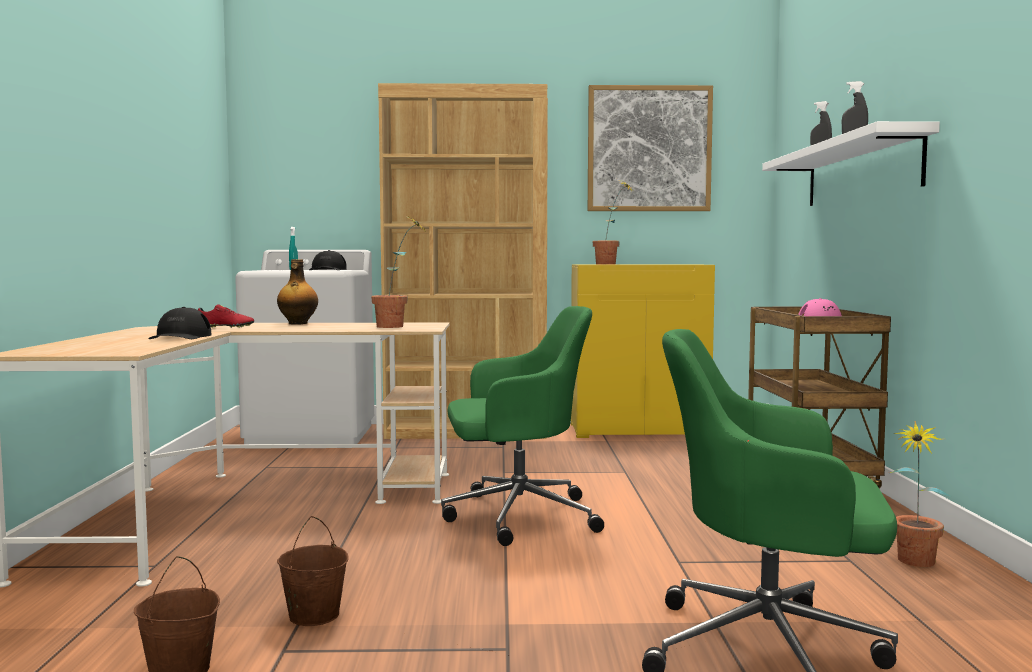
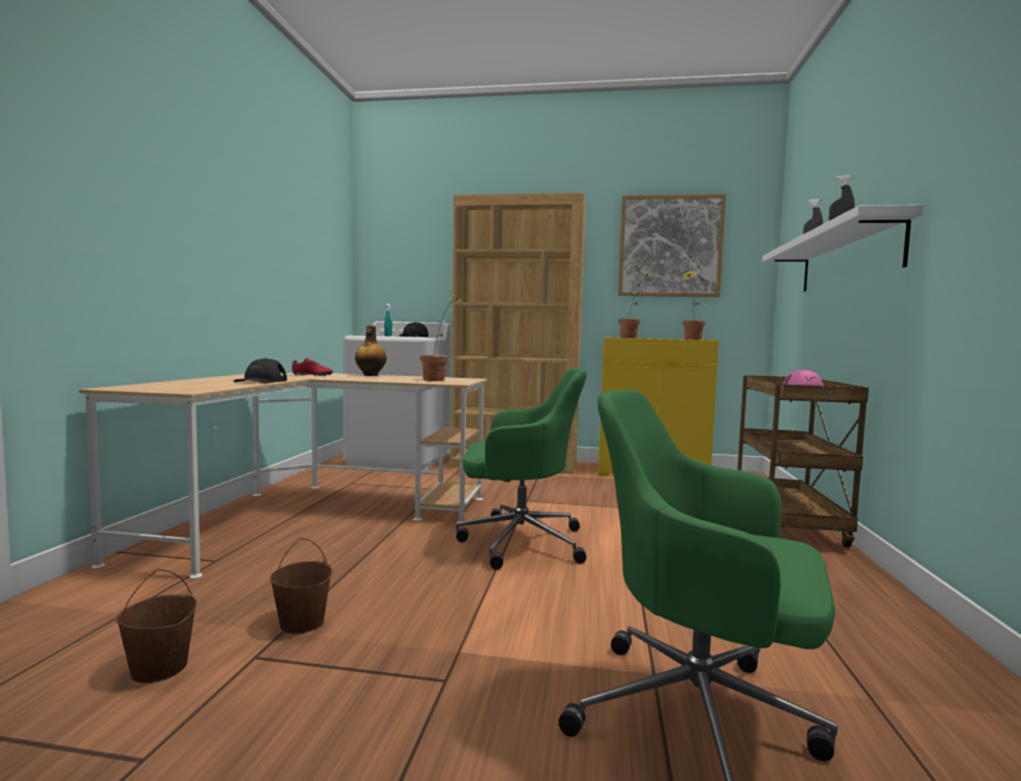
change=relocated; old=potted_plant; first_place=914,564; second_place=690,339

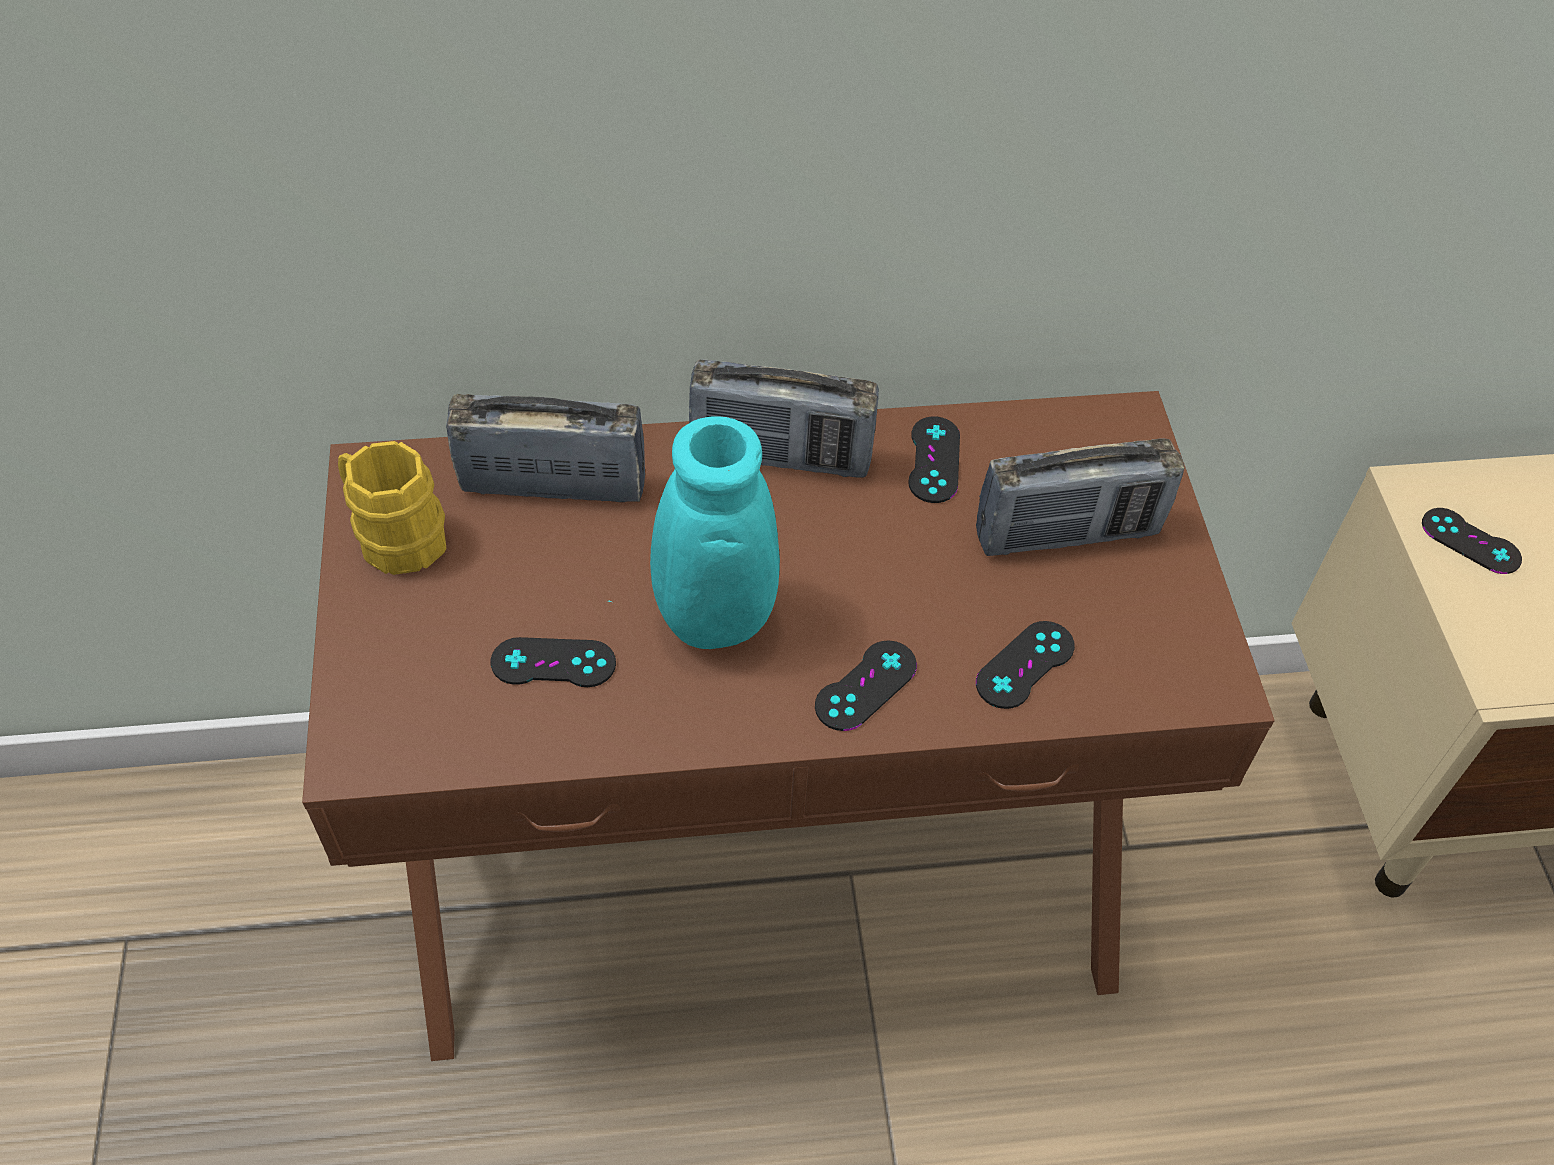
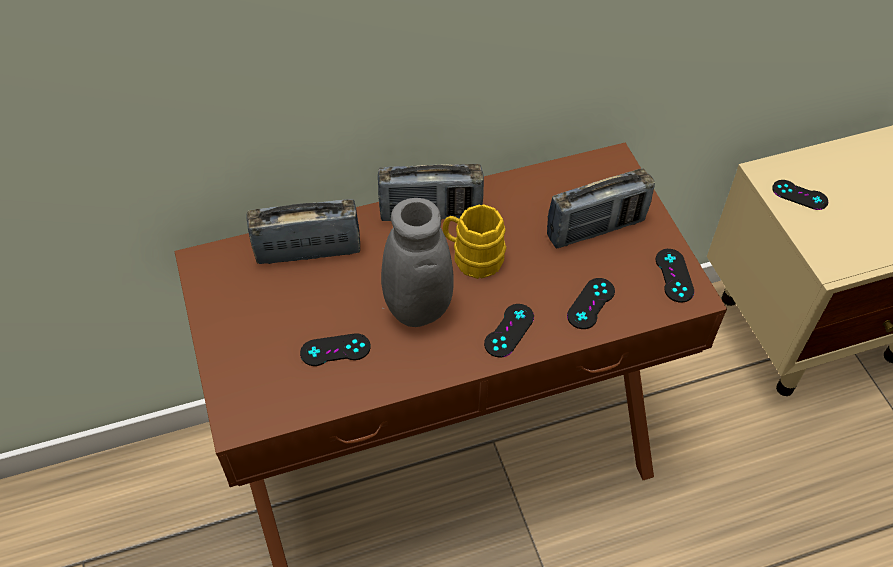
change=colour; old=turquoise_vase; new=grey_vase; first_place=708,624; second_place=415,313
change=relocated; old=black_game_controller; first_place=934,460; second_place=674,275
change=relocated; old=yellow_mug; first_place=394,536; second_place=472,258

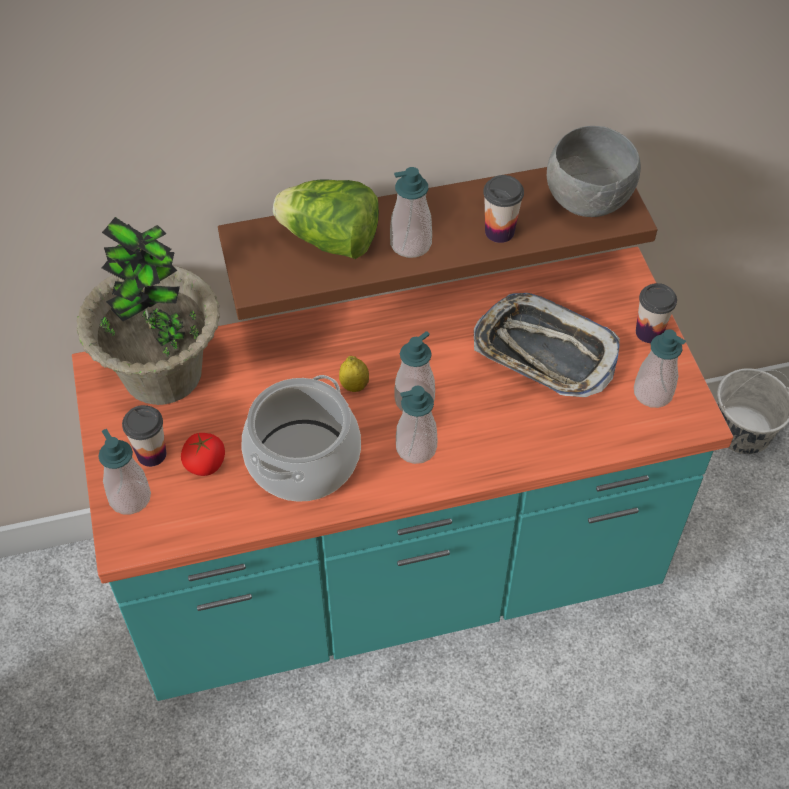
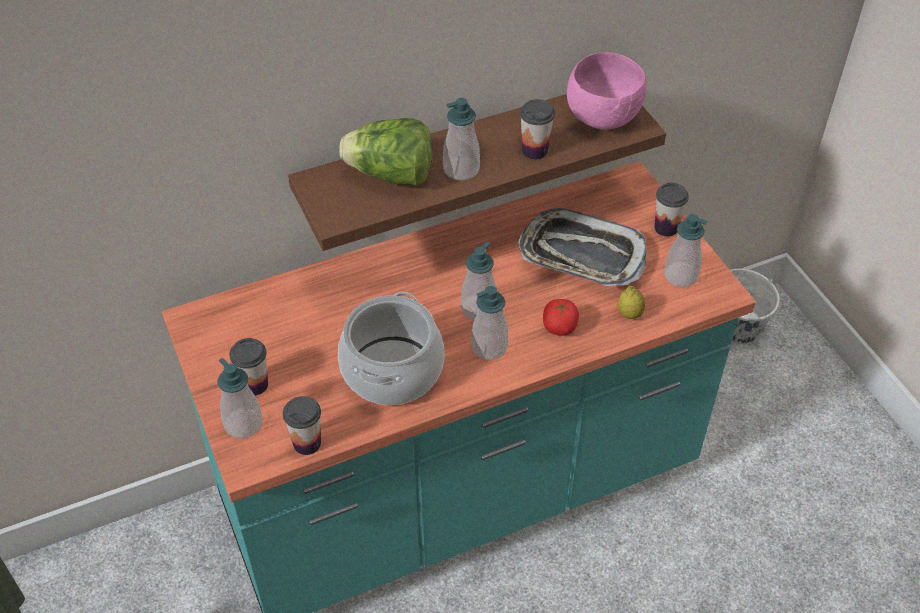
change=colour; old=grey_bowl; new=pink_bowl; first_place=589,201; second_place=604,118
change=missing; old=potted_plant; first_place=162,374
change=relocated; old=lemon; first_place=354,385; second_place=629,314
change=relocated; old=tomato; first_place=205,464; second_place=559,327
change=appeared; new=cup; second_place=307,443

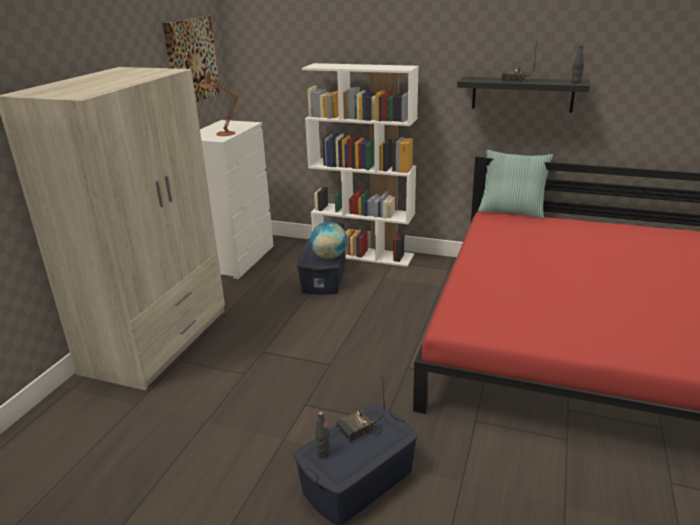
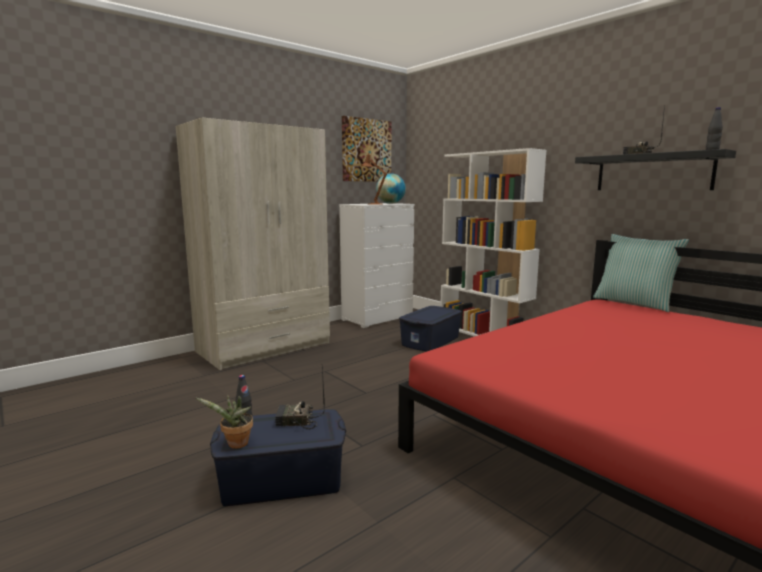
change=relocated; old=globe; first_place=329,257; second_place=390,203
change=appeared; new=potted_plant; second_place=235,445

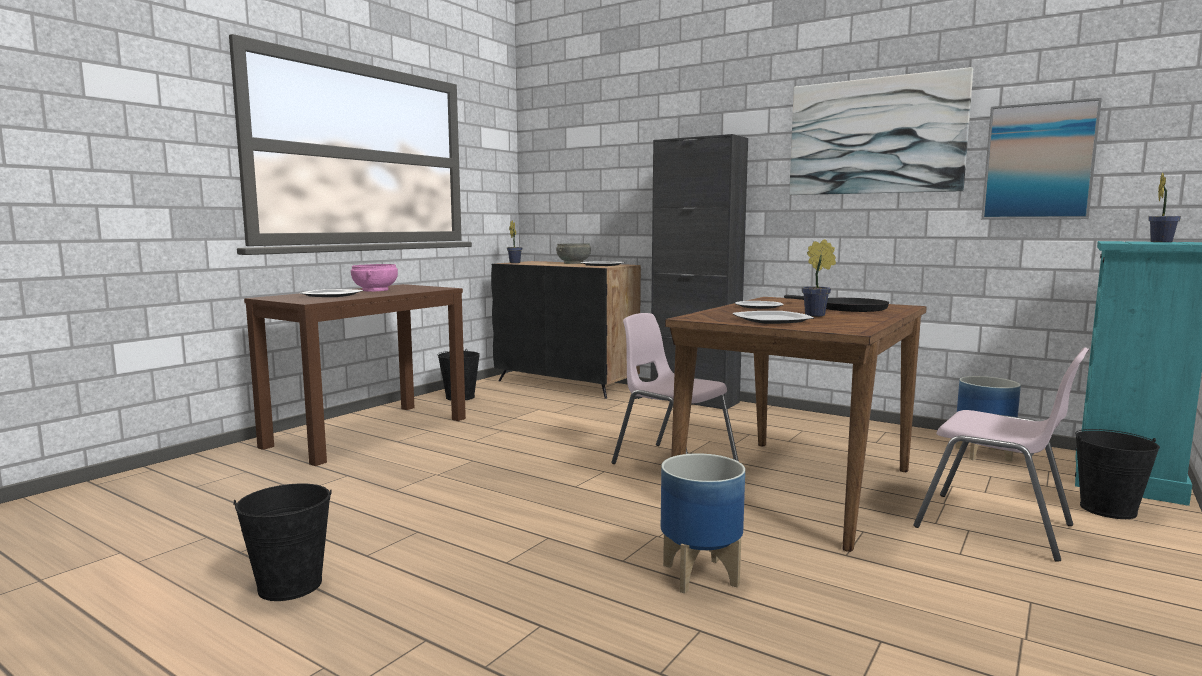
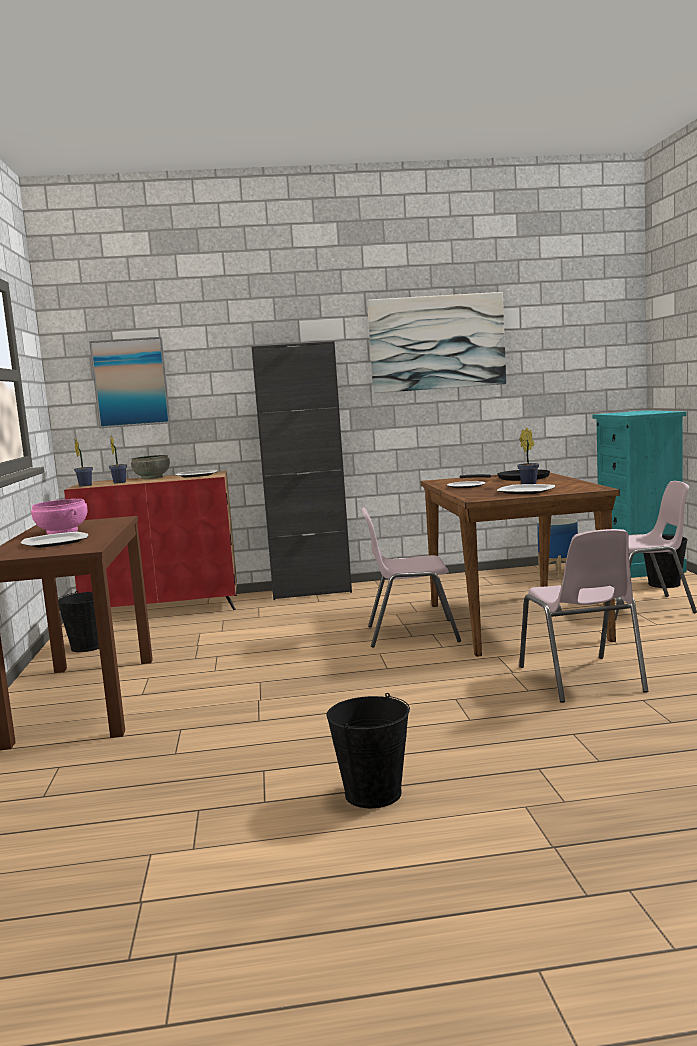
change=relocated; old=picture; first_place=1038,162; second_place=131,382
change=relocated; old=potted_plant; first_place=1161,242; second_place=120,482
change=colour; old=black_cabinet; new=red_cabinet; first_place=566,384; second_place=164,609
change=exchanged; old=planter; new=pink_chair; first_place=699,575; second_place=581,680

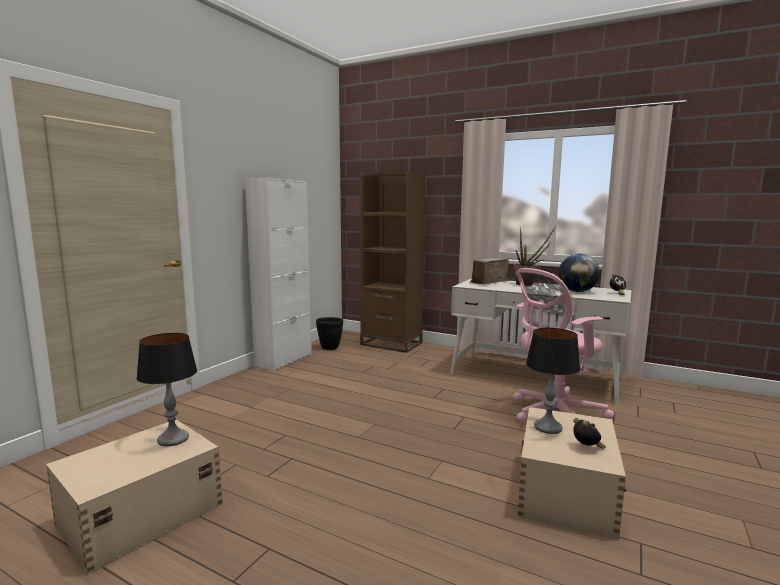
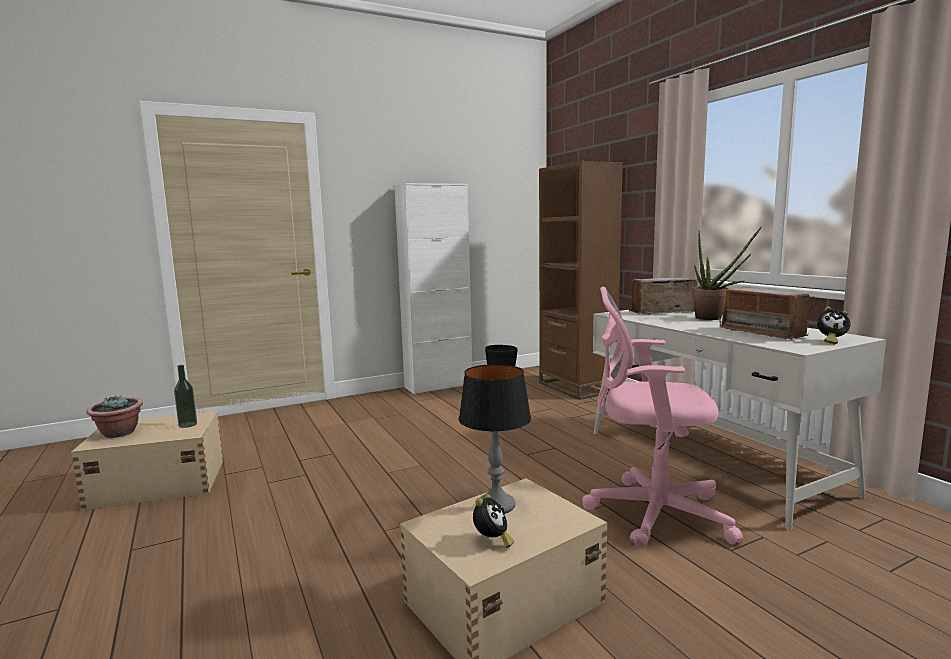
change=exchanged; old=globe; new=radio; first_place=577,291; second_place=763,333
change=exchanged; old=table_lamp; new=bottle; first_place=173,439; second_place=188,424
change=appeared; new=potted_plant; second_place=119,433

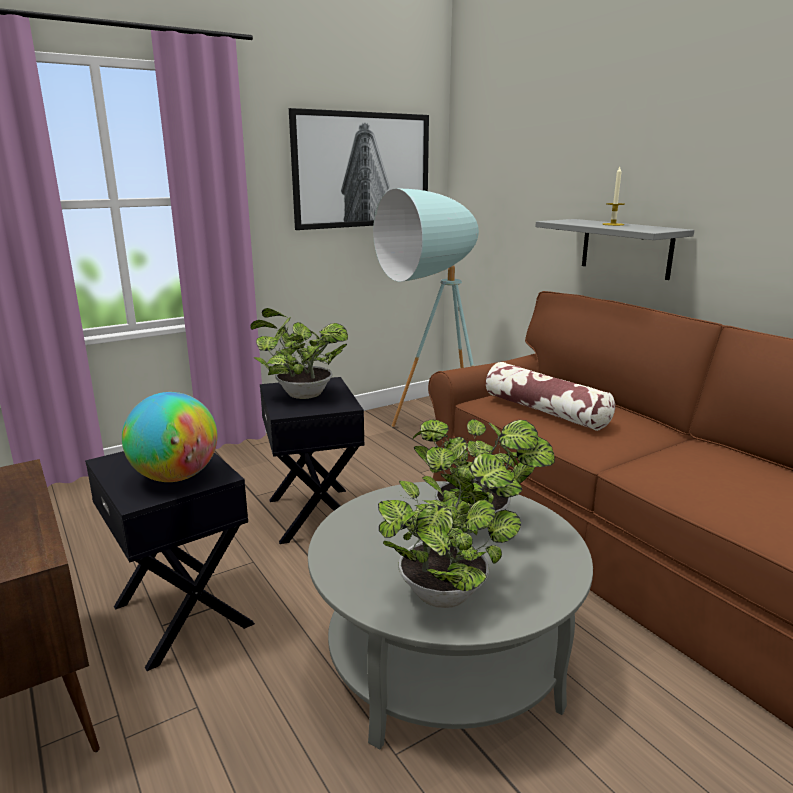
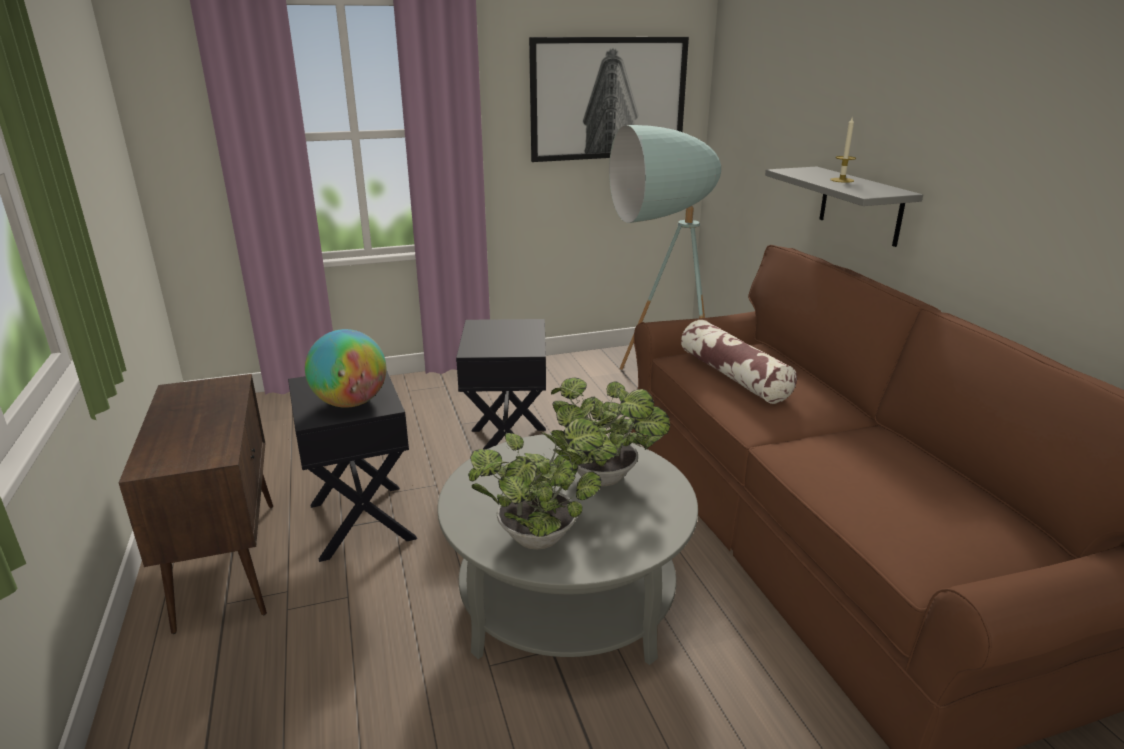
change=missing; old=potted_plant; first_place=301,394

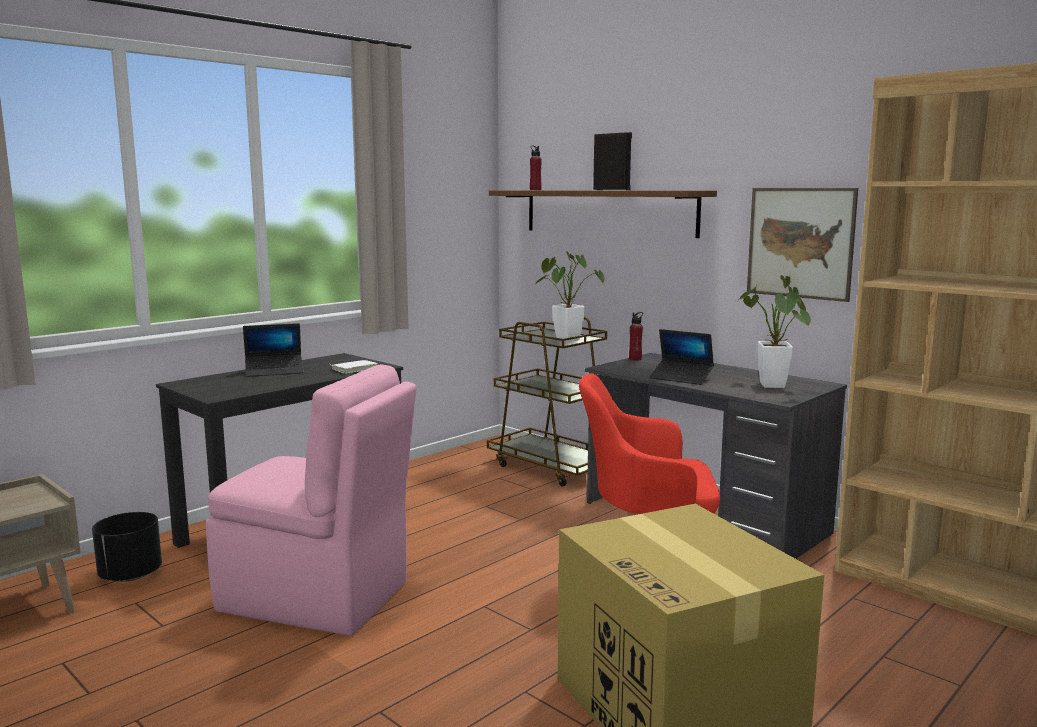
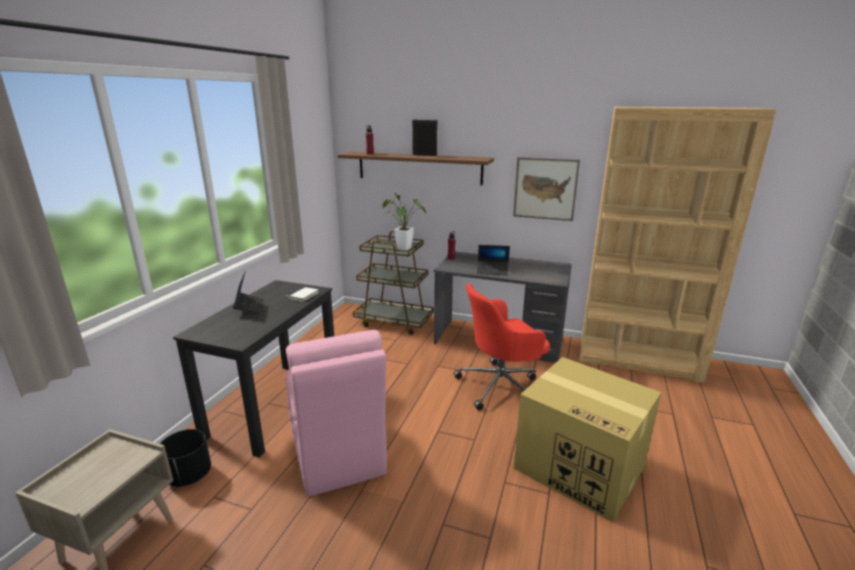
change=missing; old=potted_plant; first_place=773,387
change=spun; old=laptop; first_place=274,371; second_place=249,307; degrees=-60
change=spun; old=pink_chair; first_place=318,598; second_place=337,454; degrees=75

